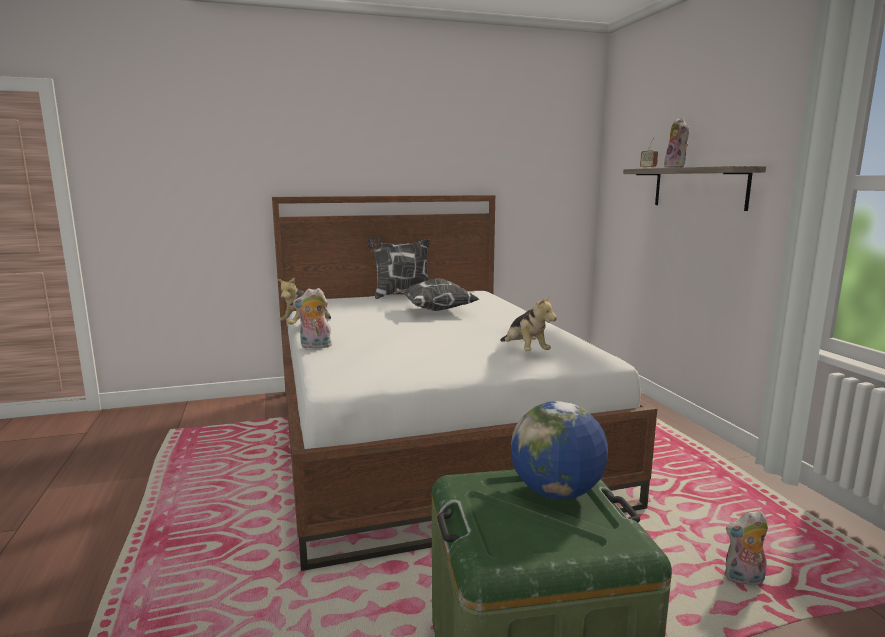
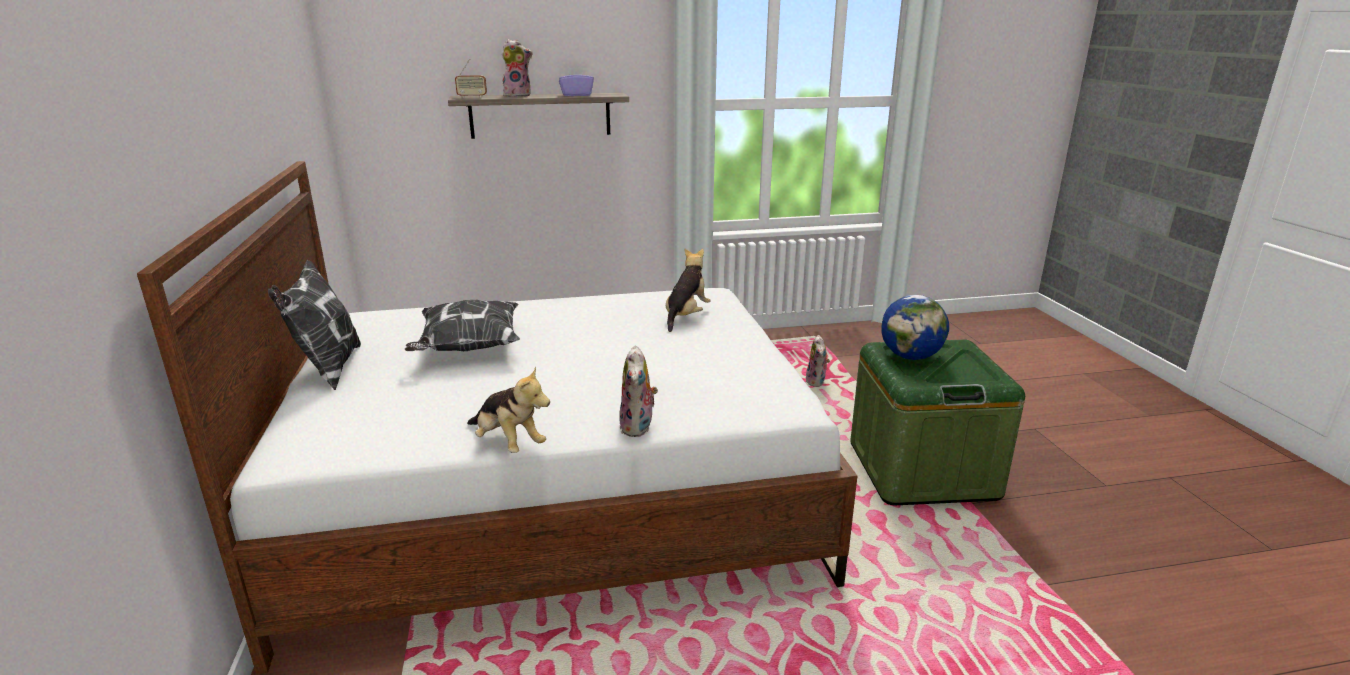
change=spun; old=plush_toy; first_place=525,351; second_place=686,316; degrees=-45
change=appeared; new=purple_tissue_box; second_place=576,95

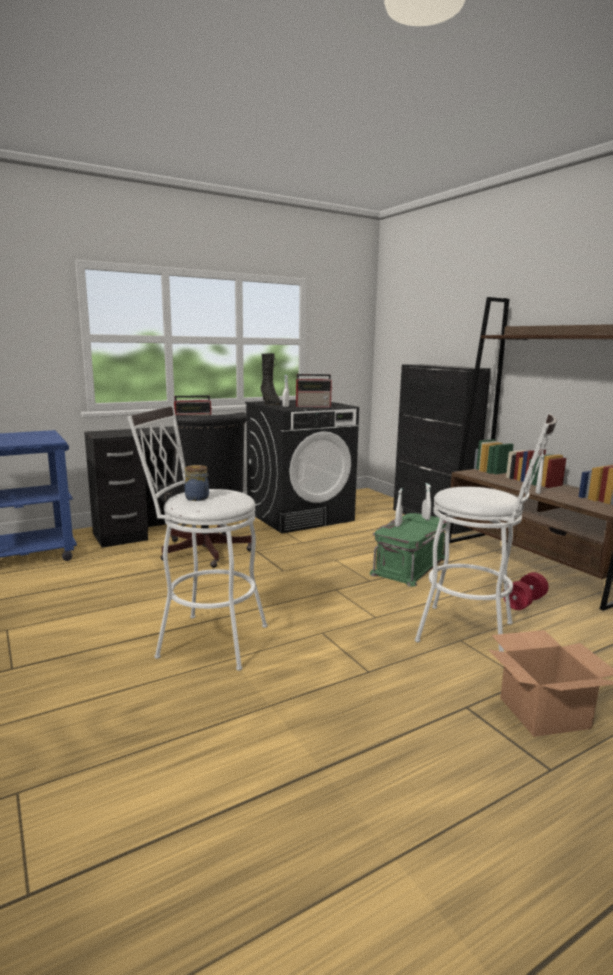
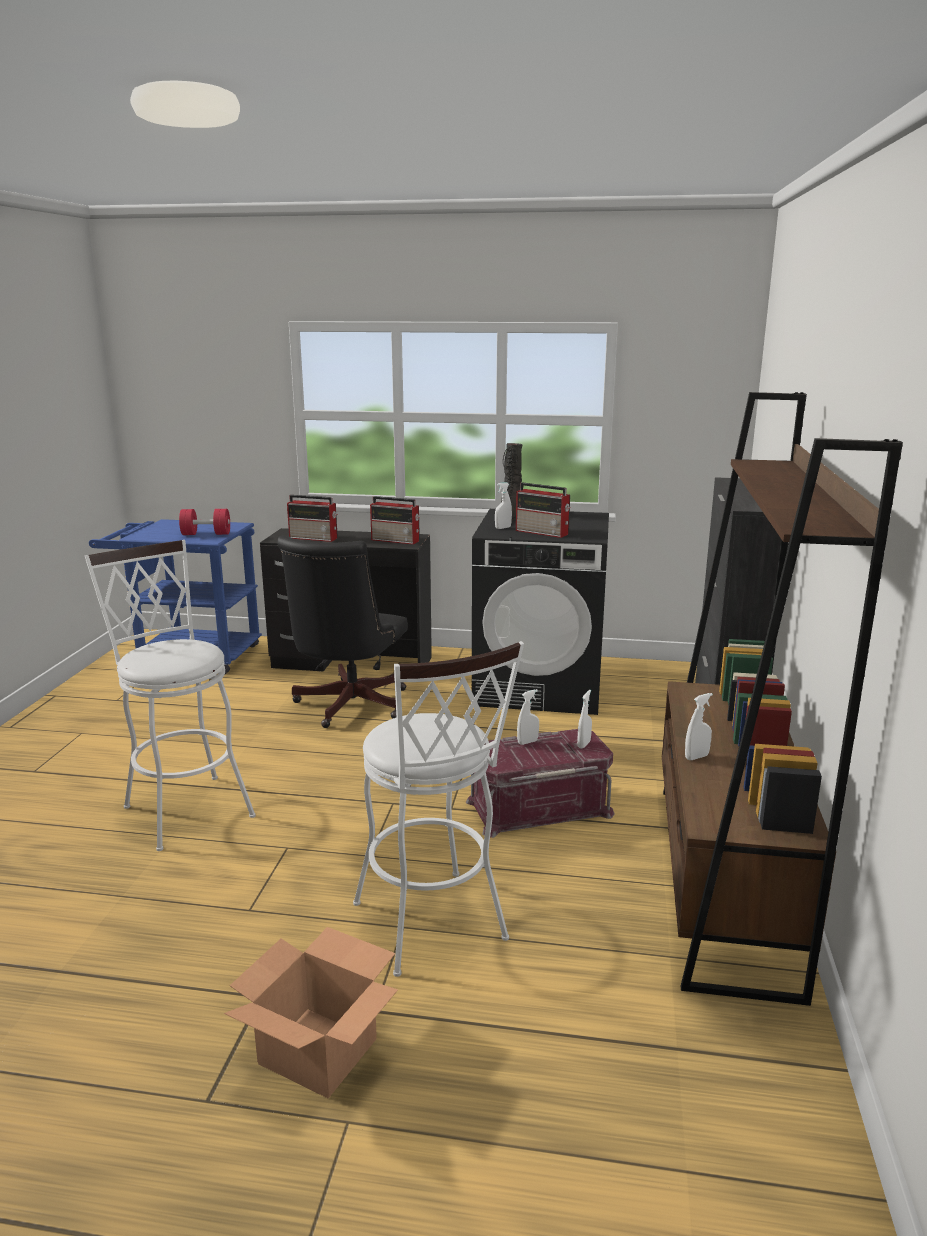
change=missing; old=jar; first_place=196,498
change=colour; old=green_storage_box; new=red_storage_box; first_place=408,566; second_place=538,806
change=relocated; old=red_dumbbell; first_place=524,602; second_place=206,534
change=appeared; new=radio; second_place=314,538

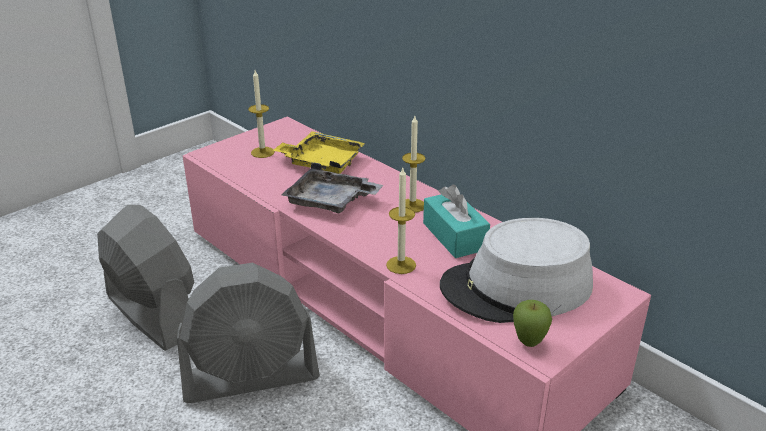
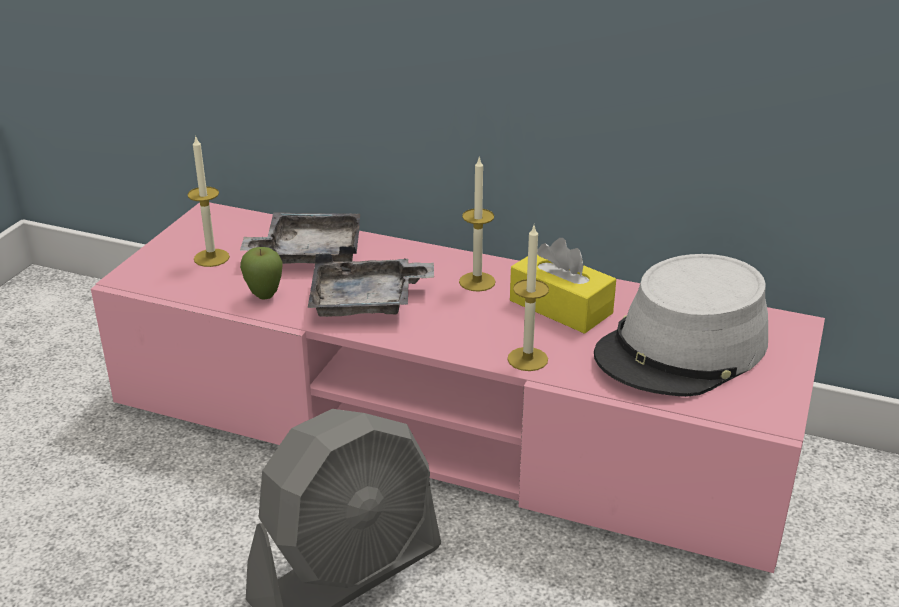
change=colour; old=yellow_tray; new=grey_tray; first_place=322,162; second_place=309,253
change=colour; old=turquoise_tissue_box; new=yellow_tissue_box; first_place=454,236; second_place=560,307
change=missing; old=grey_fan; first_place=153,314
change=relocated; old=apple; first_place=529,343; second_place=264,297

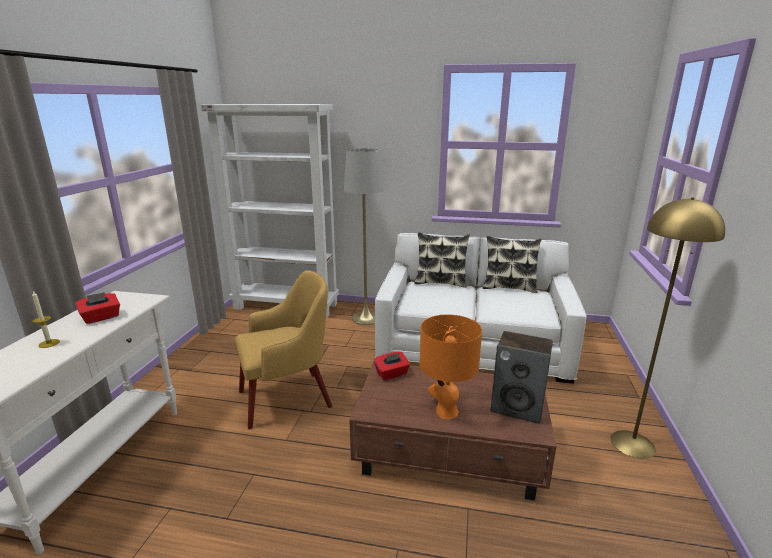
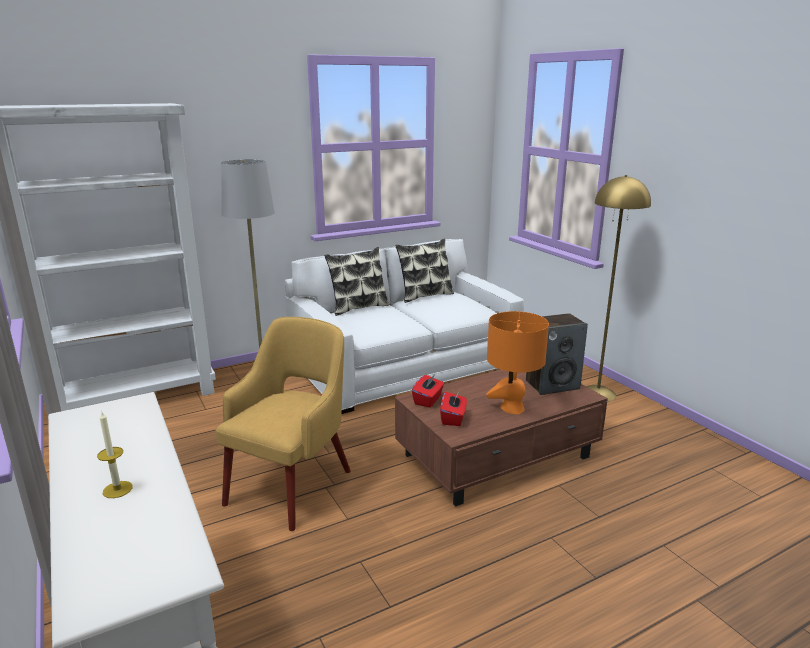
change=relocated; old=red_tissue_box; first_place=101,318; second_place=453,418

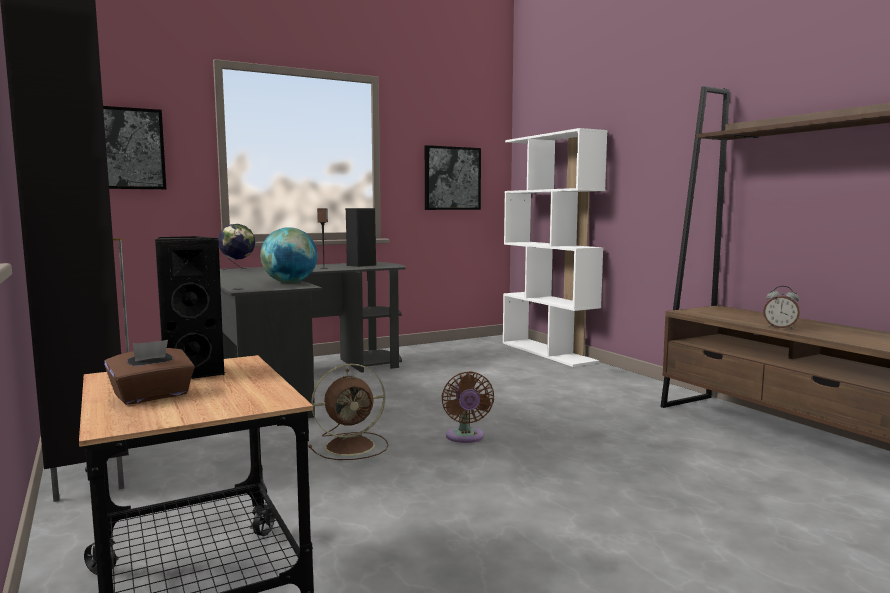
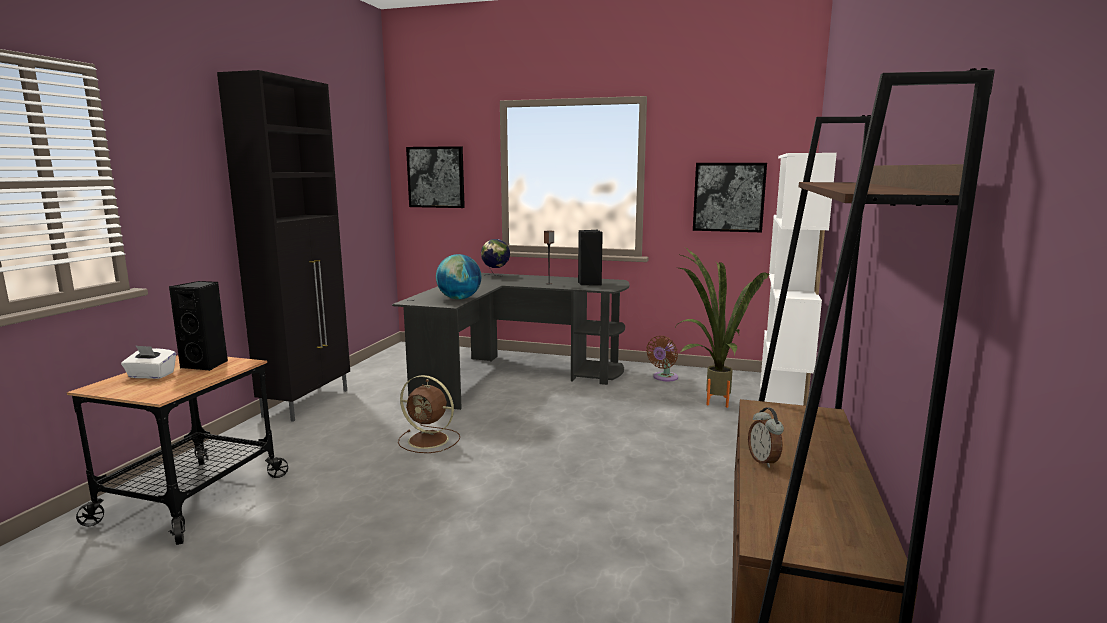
change=colour; old=brown_tissue_box; new=white_tissue_box; first_place=152,396; second_place=151,375
change=relocated; old=brown_fan; first_place=465,437; second_place=664,378
change=appeared; new=potted_plant; second_place=709,401

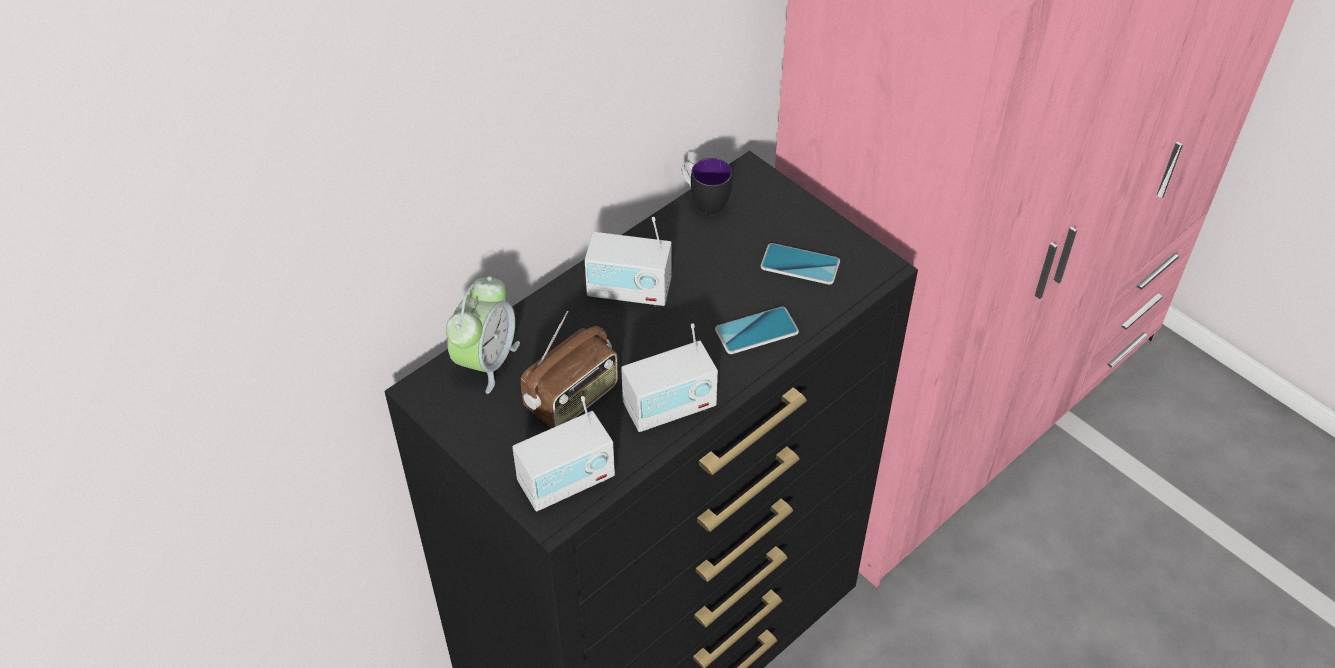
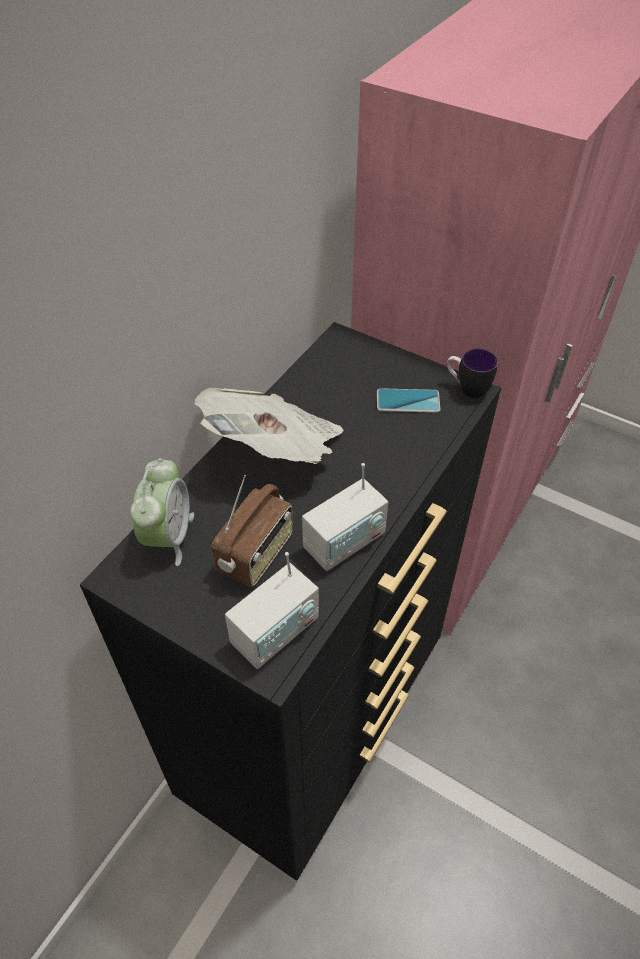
change=relocated; old=mug; first_place=704,203; second_place=466,389
change=exchanged; old=radio; new=newspaper; first_place=629,290; second_place=275,449
change=missing; old=phone; first_place=756,331

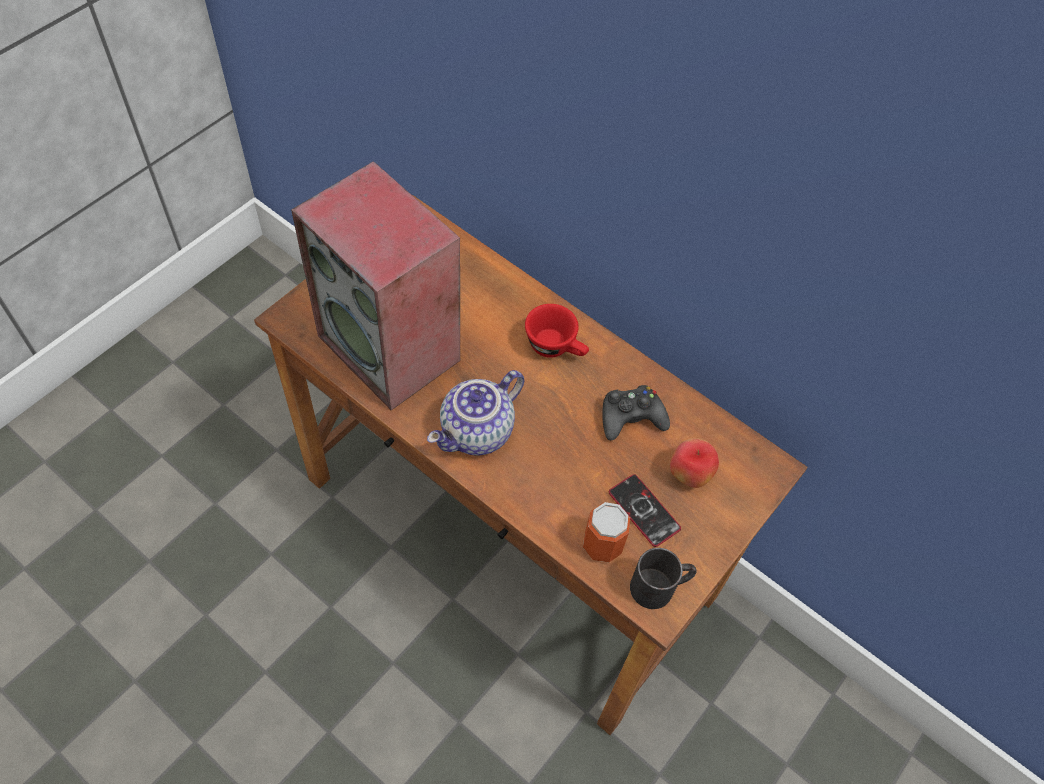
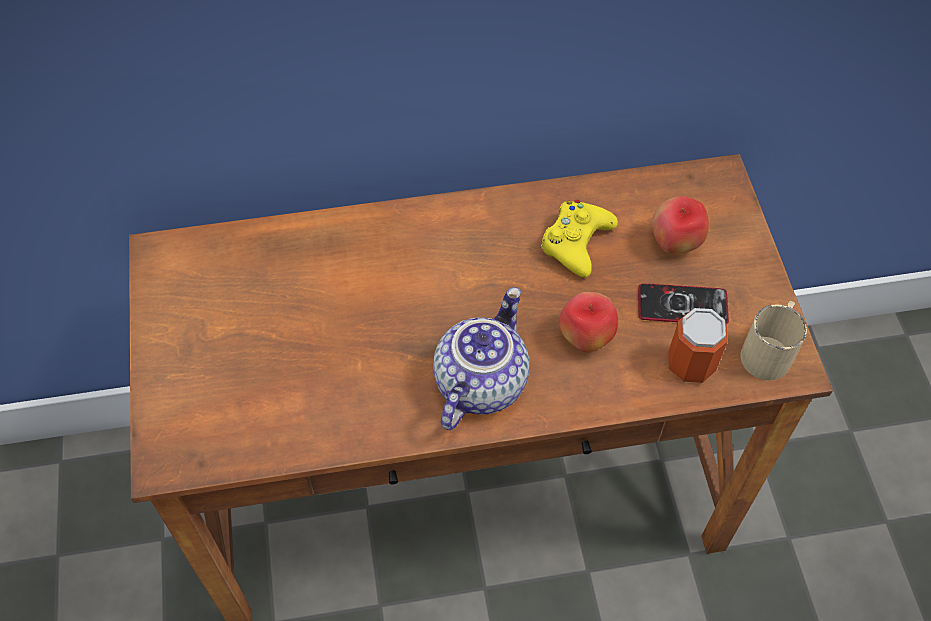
change=missing; old=speaker; first_place=391,348
change=missing; old=red_cup; first_place=556,347
change=spun; old=teapot; first_place=477,433; second_place=479,382; degrees=-150
change=colour; old=black_game_controller; new=yellow_game_controller; first_place=631,417; second_place=576,243
change=colour; old=black_mug; new=beige_mug; first_place=660,586; second_place=769,349
change=appeared; new=apple; second_place=585,338

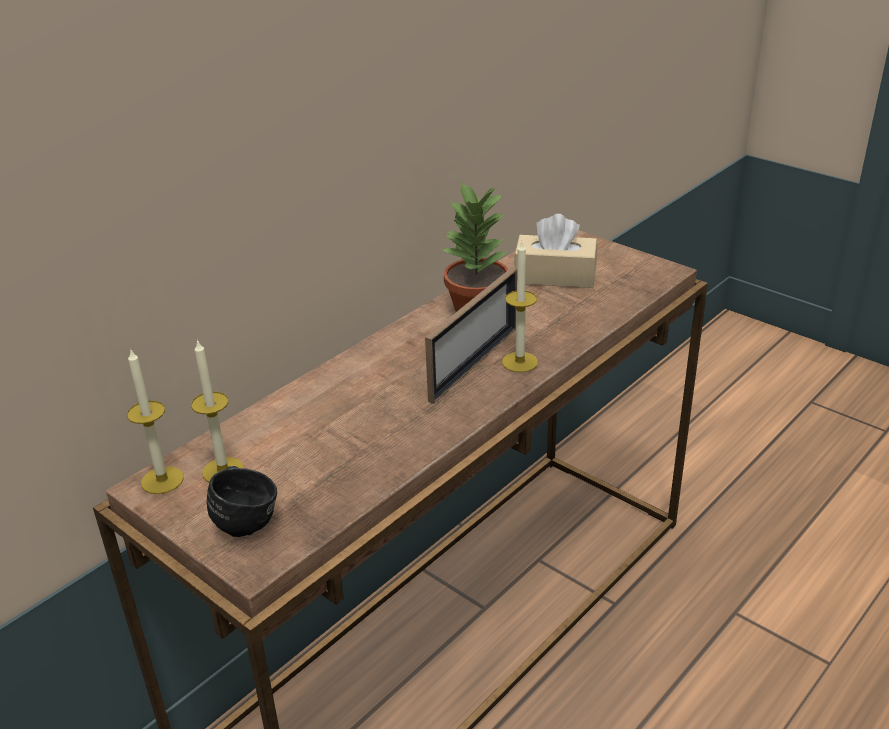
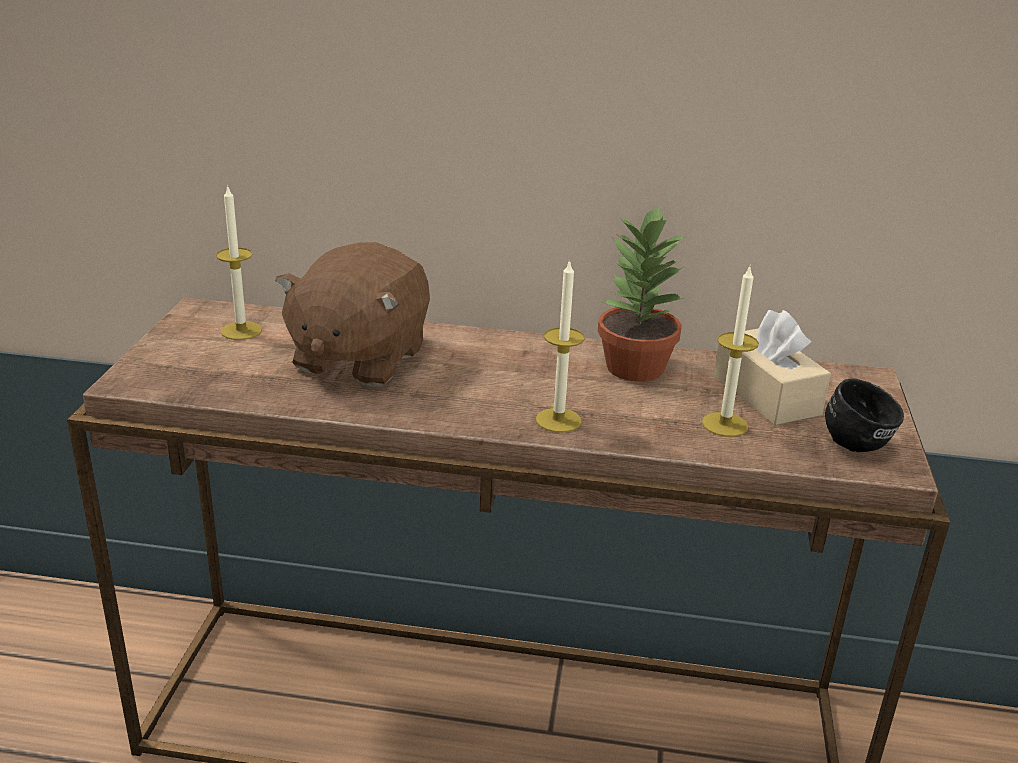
change=missing; old=picture_frame; first_place=474,363
change=relocated; old=candle; first_place=162,480; second_place=725,424
change=relocated; old=black_mug; first_place=246,518; second_place=862,441
change=appeared; new=brown_plush_toy; second_place=358,359

